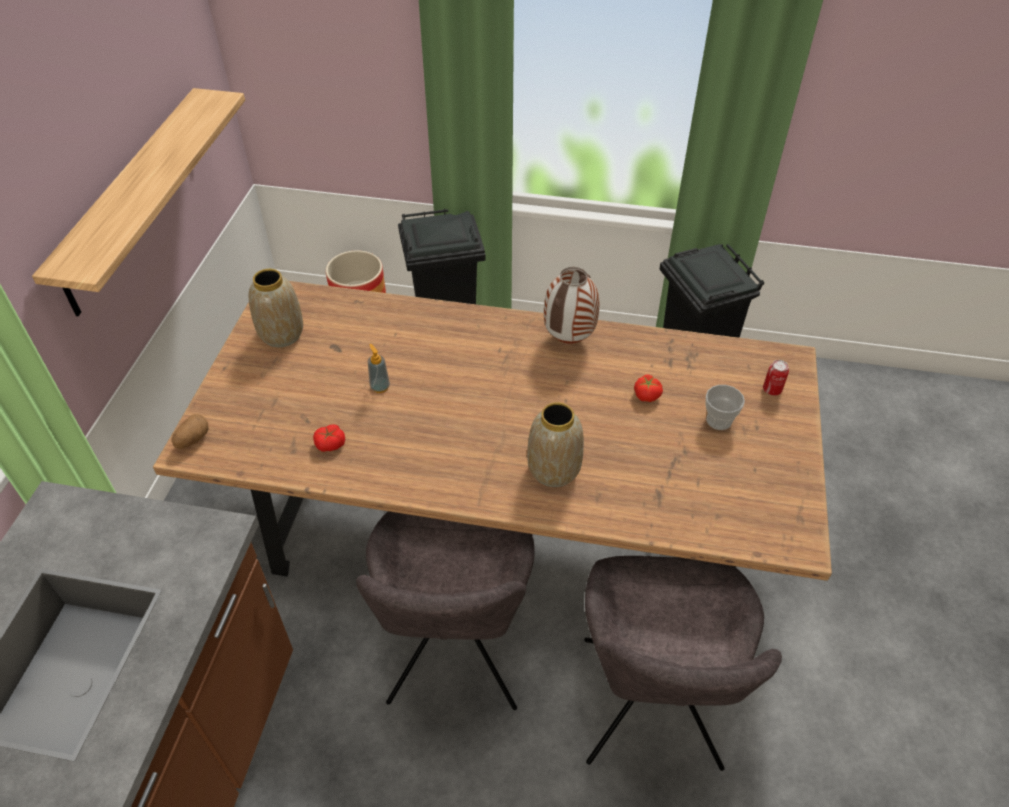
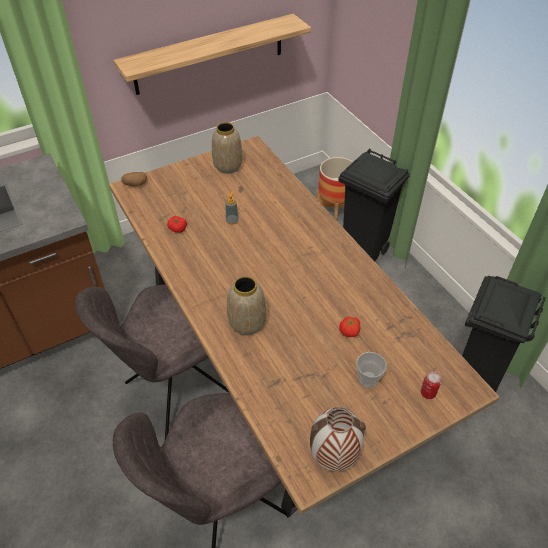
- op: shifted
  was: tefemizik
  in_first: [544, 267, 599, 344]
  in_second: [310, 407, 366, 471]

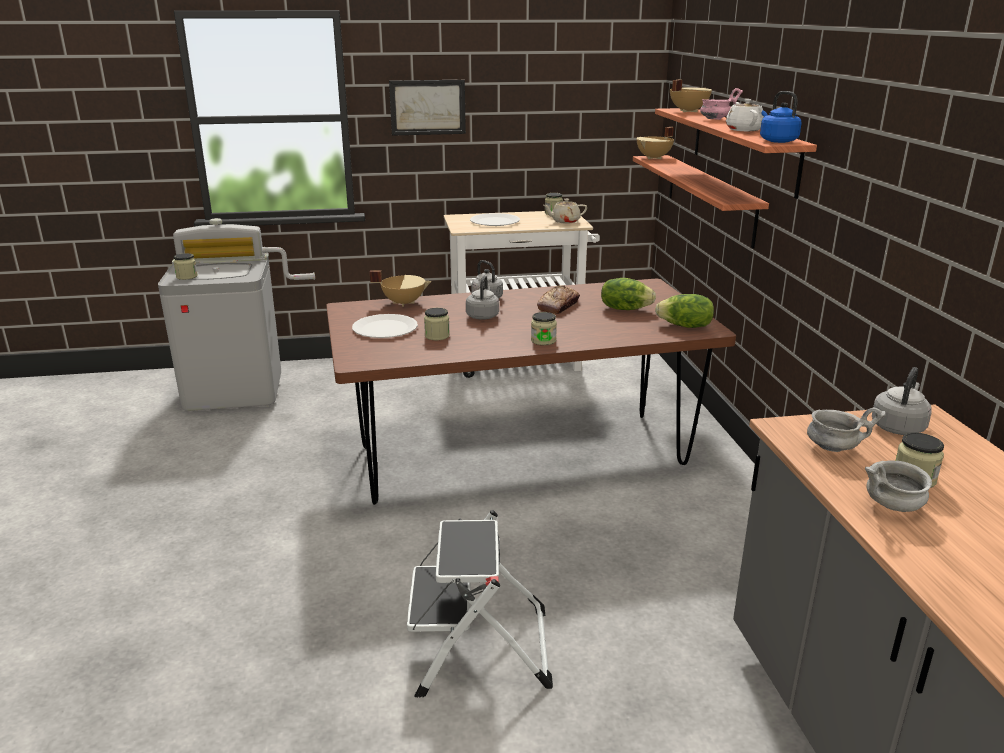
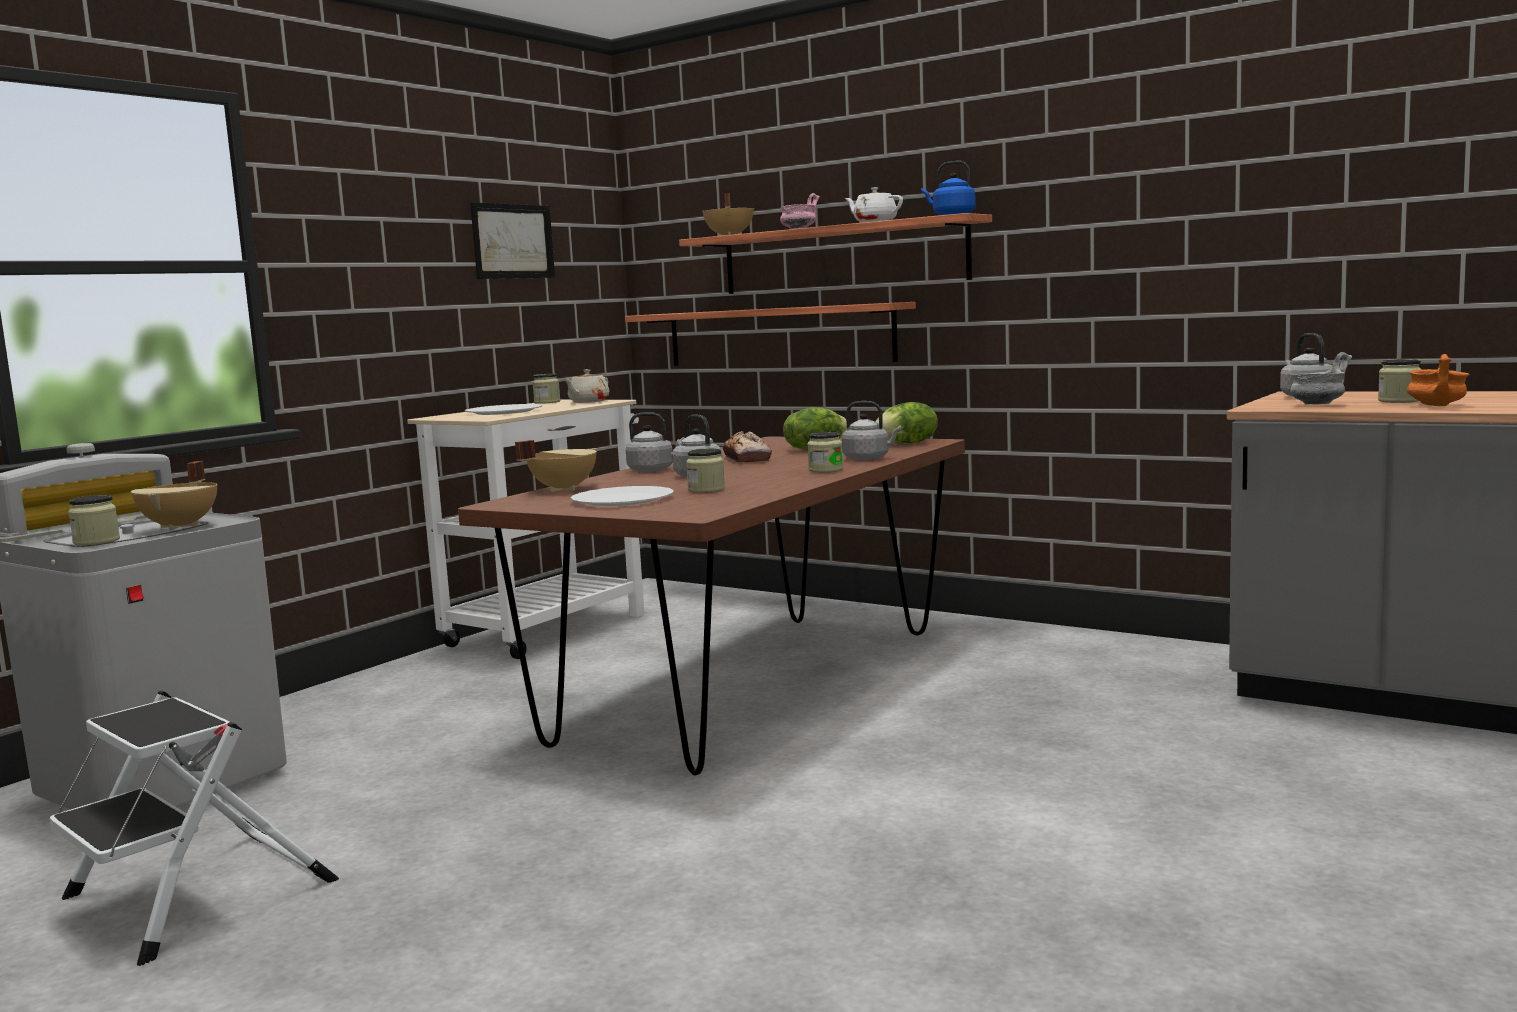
- op: new
  now: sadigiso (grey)
  in_second: [842, 401, 901, 460]
- op: shifted
  was: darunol
  in_first: [389, 80, 466, 136]
  in_second: [470, 202, 555, 279]
- op: shifted
  was: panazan
  in_first: [407, 510, 553, 698]
  in_second: [50, 691, 339, 966]
- op: shifted
  was: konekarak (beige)
  in_first: [636, 127, 674, 159]
  in_second: [131, 461, 217, 530]
- op: repainted
  was: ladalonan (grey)
  now: ladalonan (orange)
  in_first: [865, 460, 932, 512]
  in_second: [1407, 354, 1470, 406]

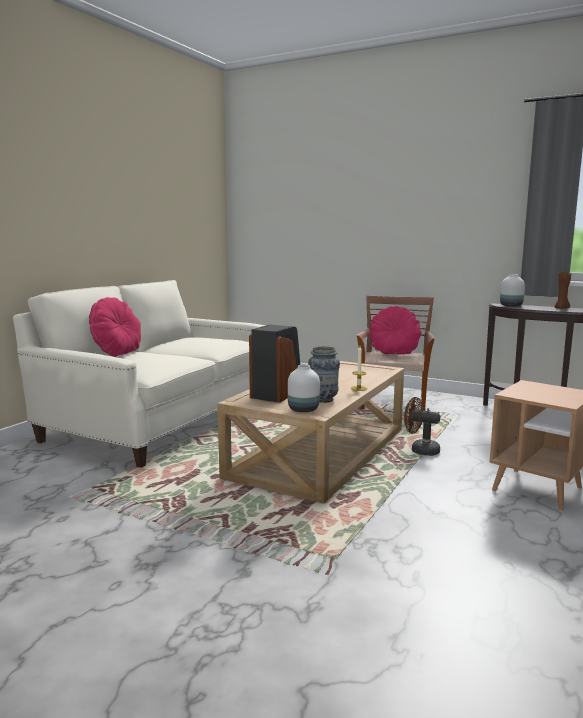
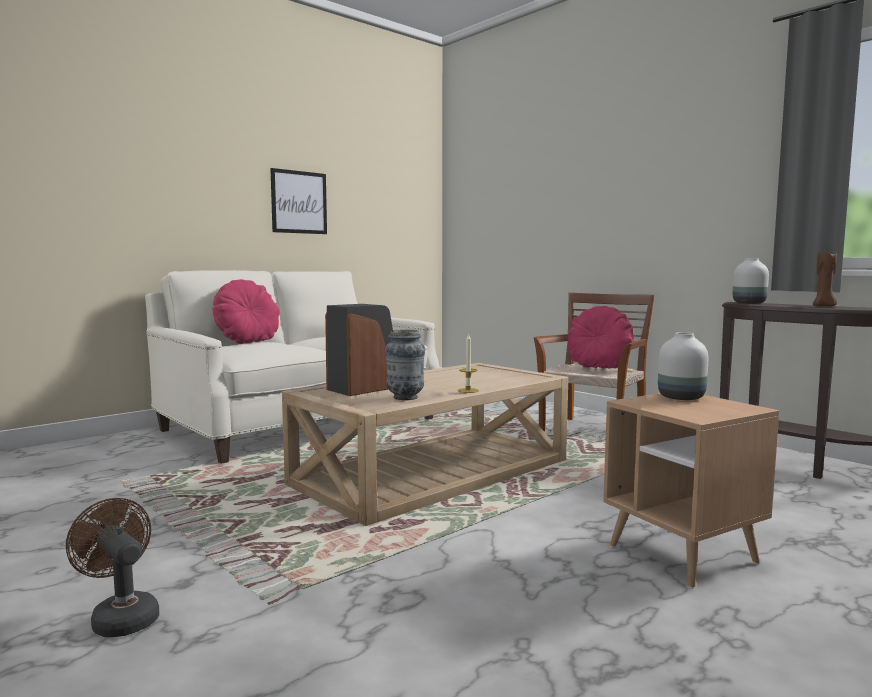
- op: new
  now: darunol
  in_second: [270, 168, 327, 234]
- op: shifted
  was: tefemizik (white)
  in_first: [288, 365, 320, 412]
  in_second: [658, 332, 708, 400]
- op: shifted
  was: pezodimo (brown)
  in_first: [404, 397, 440, 456]
  in_second: [66, 498, 159, 637]

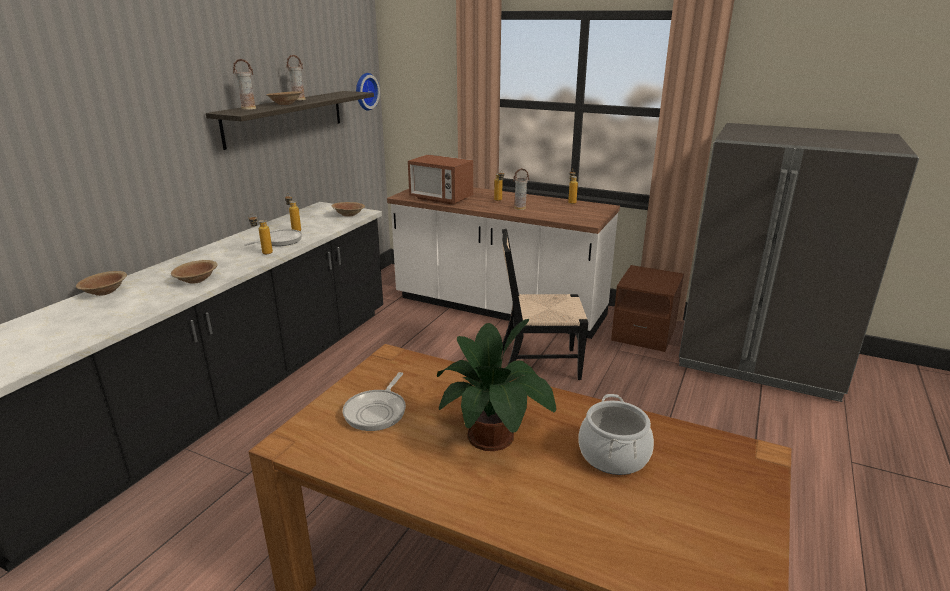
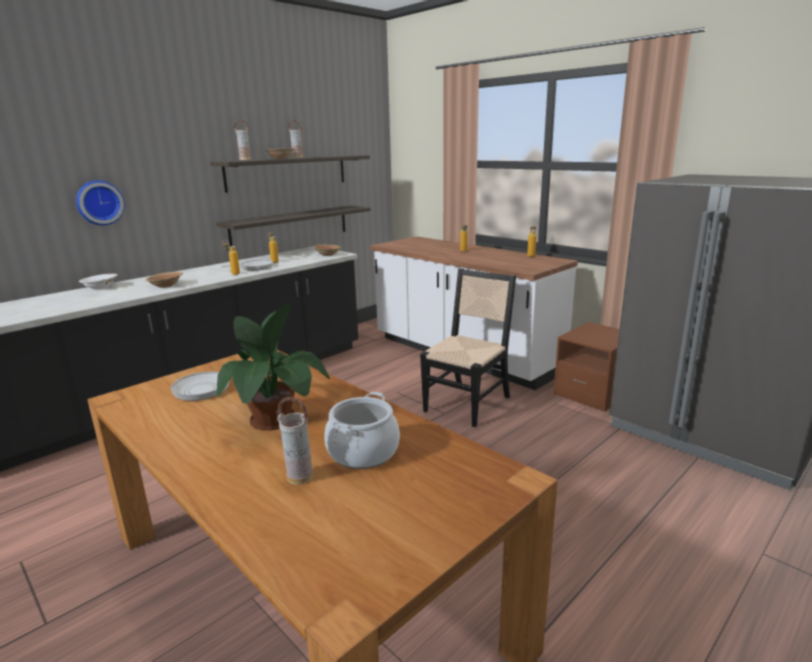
- op: gone
  was: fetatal
  in_first: [408, 155, 473, 205]
- op: new
  now: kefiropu
  in_second: [216, 206, 370, 246]
- op: shifted
  was: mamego
  in_first: [356, 73, 380, 110]
  in_second: [76, 180, 125, 225]
- op: shifted
  was: tefemizik
  in_first: [513, 168, 529, 210]
  in_second: [277, 397, 313, 485]
- op: repainted
  was: ladalonan (brown)
  now: ladalonan (white)
  in_first: [76, 271, 127, 296]
  in_second: [79, 274, 118, 290]
- op: rotated
  was: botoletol
  in_first: [502, 229, 588, 380]
  in_second: [420, 268, 516, 427]
  clockwise: 105

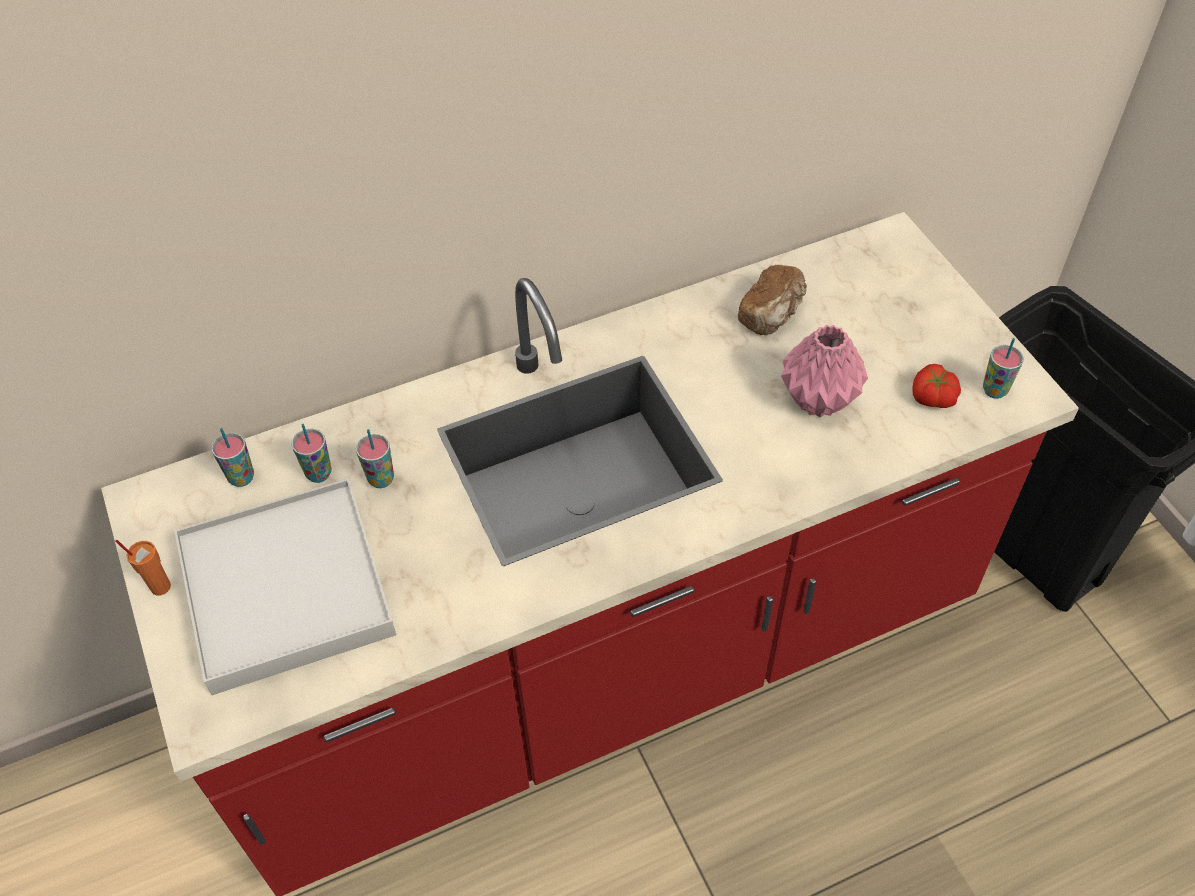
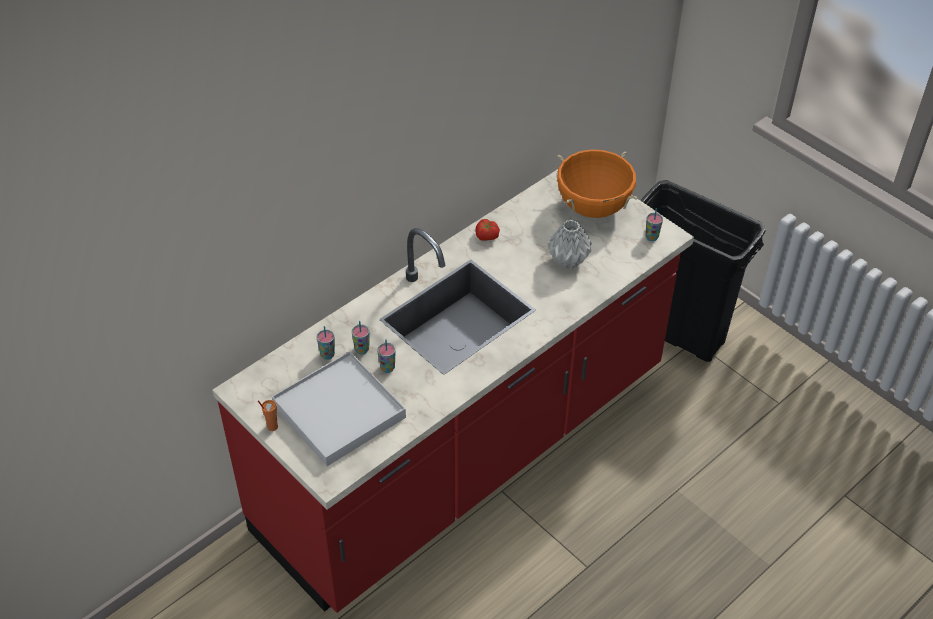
- op: gone
  was: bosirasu
  in_first: [738, 265, 807, 335]
- op: new
  now: konekarak (orange)
  in_second: [557, 149, 637, 218]
- op: shifted
  was: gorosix
  in_first: [211, 428, 254, 487]
  in_second: [377, 339, 396, 373]
- op: shifted
  was: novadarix
  in_first: [912, 364, 961, 408]
  in_second: [475, 219, 500, 241]
- op: repainted
  was: tefemizik (pink)
  now: tefemizik (grey)
  in_first: [781, 325, 868, 417]
  in_second: [547, 220, 592, 270]

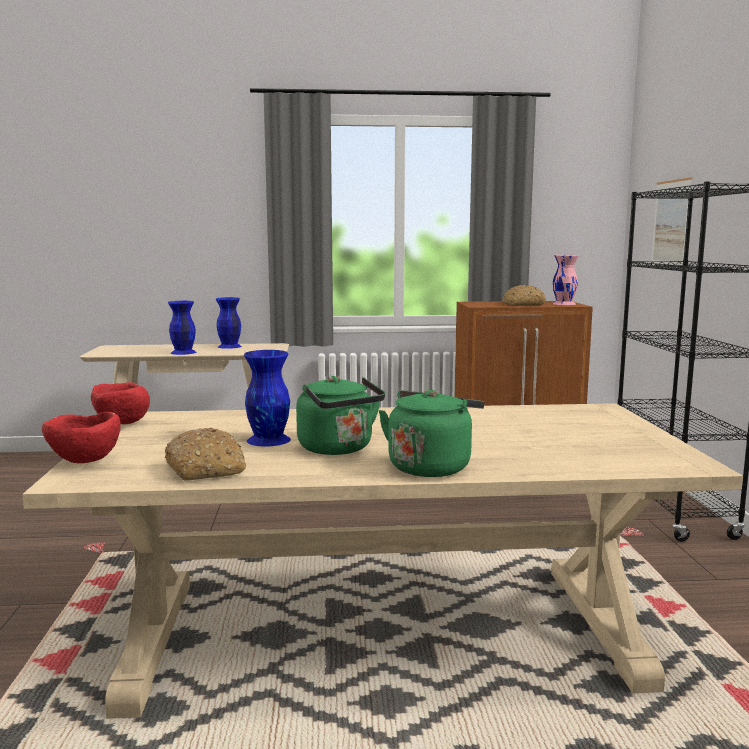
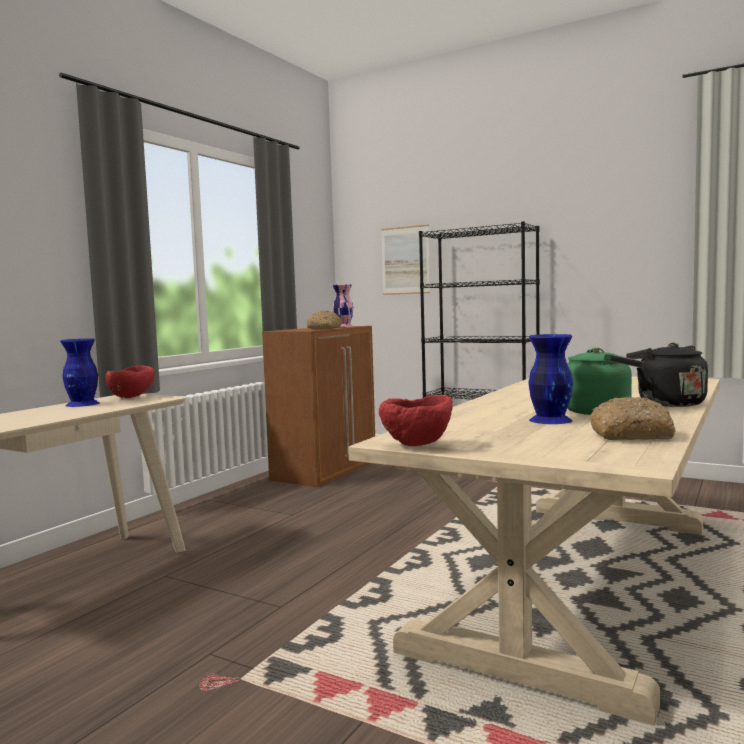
- op: gone
  was: tefemizik (blue)
  in_first: [168, 301, 196, 355]
- op: shifted
  was: ladalonan (red)
  in_first: [42, 412, 121, 463]
  in_second: [105, 365, 155, 398]
- op: repainted
  was: sadigiso (green)
  now: sadigiso (black)
  in_first: [379, 390, 484, 477]
  in_second: [626, 343, 708, 407]

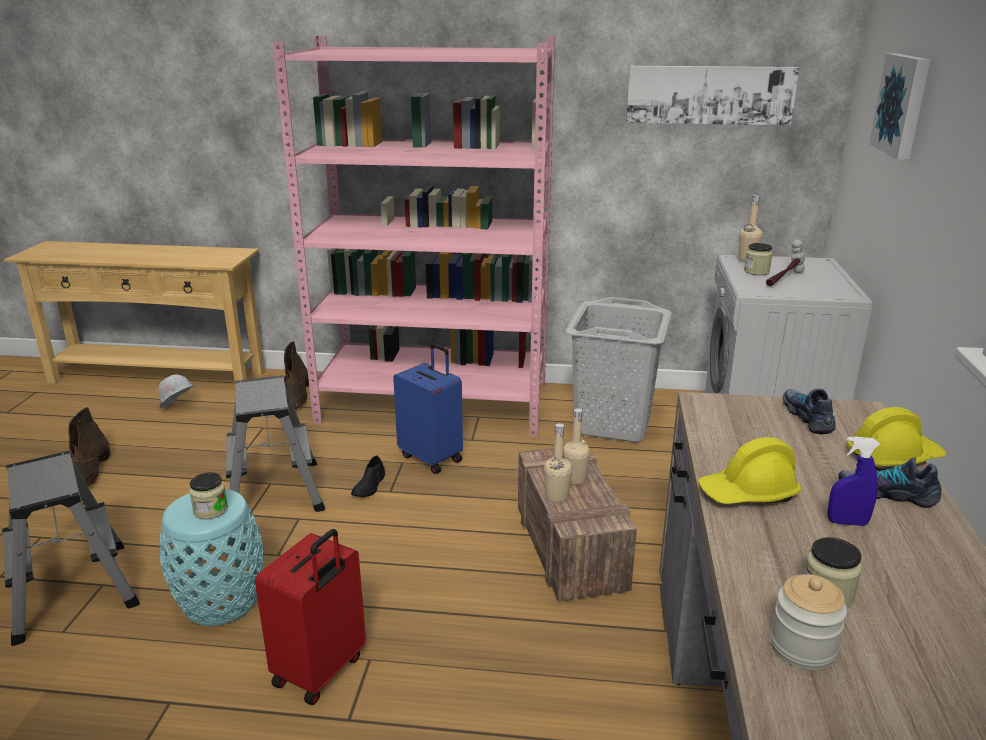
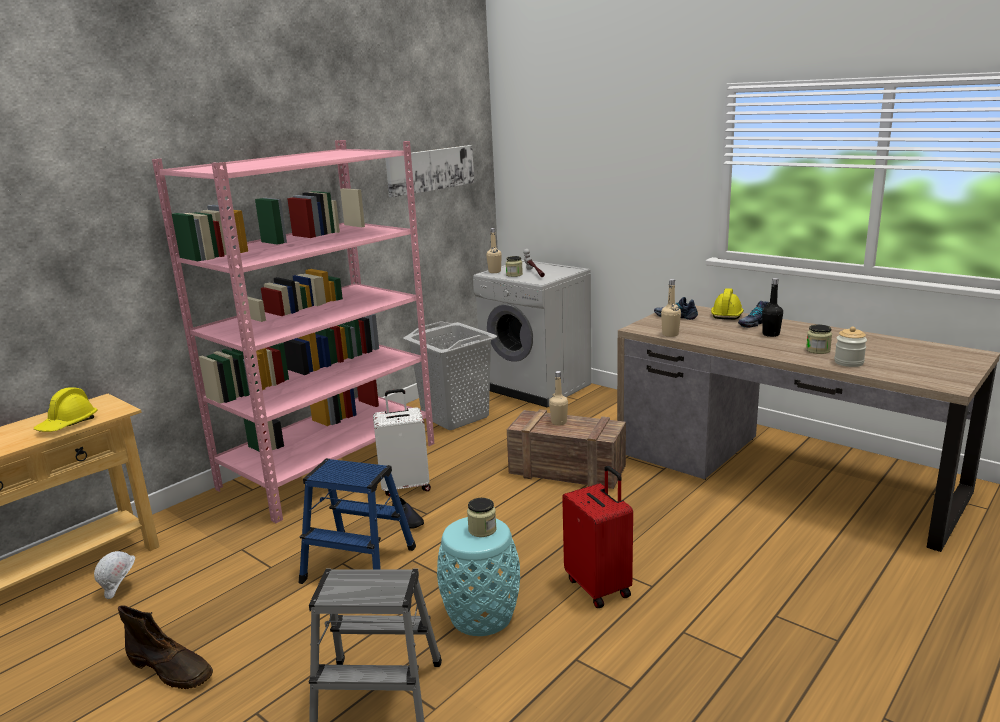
- op: gone
  was: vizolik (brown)
  in_first: [284, 341, 309, 409]
- op: gone
  was: darunol
  in_first: [869, 53, 930, 160]
- op: shifted
  was: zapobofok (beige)
  in_first: [544, 423, 572, 502]
  in_second: [661, 279, 681, 337]
- op: shifted
  was: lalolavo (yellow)
  in_first: [698, 437, 801, 504]
  in_second: [34, 387, 98, 432]
- op: swapped
  was: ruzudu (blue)
  now: zapobofok (black)
  in_first: [827, 436, 880, 526]
  in_second: [762, 278, 783, 337]
- op: repainted
  was: panazan (grey)
  now: panazan (blue)
  in_first: [226, 375, 325, 512]
  in_second: [299, 458, 416, 584]
- op: repainted
  was: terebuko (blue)
  now: terebuko (white)
  in_first: [393, 344, 463, 474]
  in_second: [373, 389, 431, 496]

